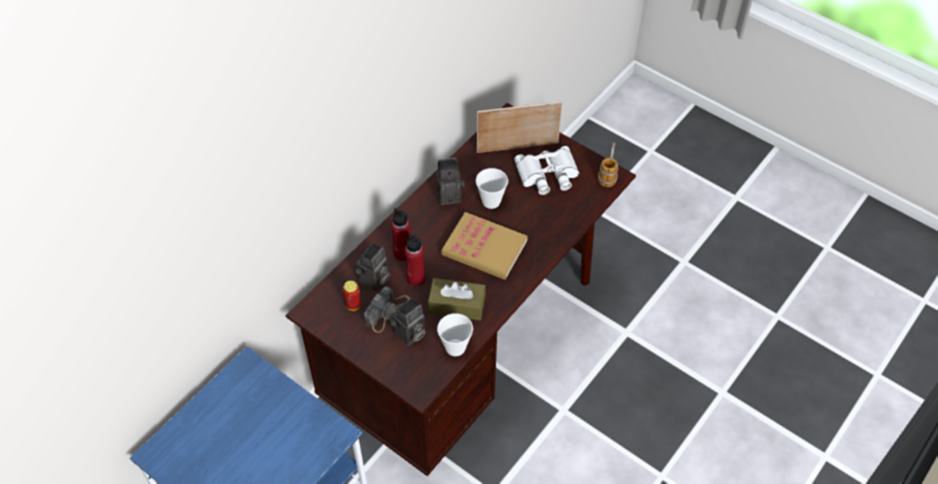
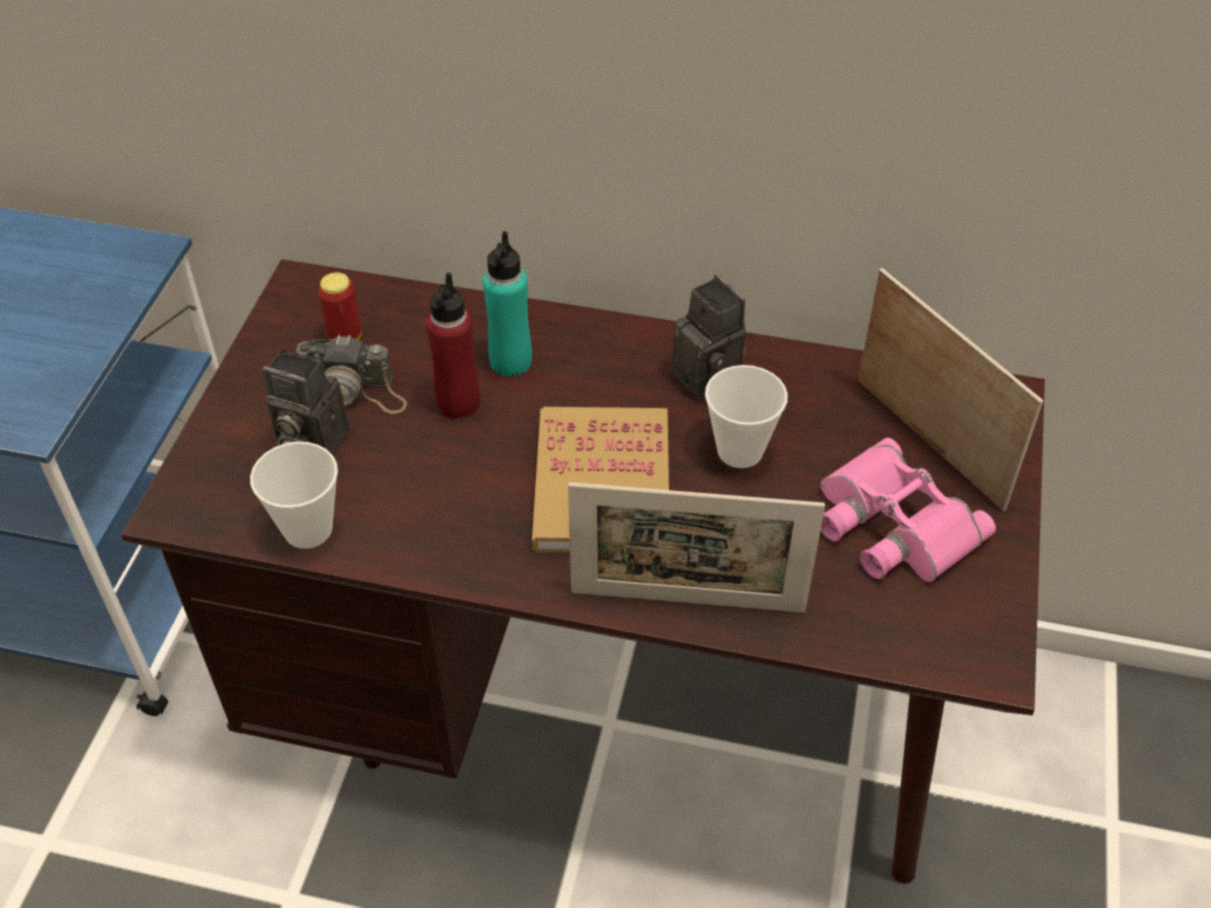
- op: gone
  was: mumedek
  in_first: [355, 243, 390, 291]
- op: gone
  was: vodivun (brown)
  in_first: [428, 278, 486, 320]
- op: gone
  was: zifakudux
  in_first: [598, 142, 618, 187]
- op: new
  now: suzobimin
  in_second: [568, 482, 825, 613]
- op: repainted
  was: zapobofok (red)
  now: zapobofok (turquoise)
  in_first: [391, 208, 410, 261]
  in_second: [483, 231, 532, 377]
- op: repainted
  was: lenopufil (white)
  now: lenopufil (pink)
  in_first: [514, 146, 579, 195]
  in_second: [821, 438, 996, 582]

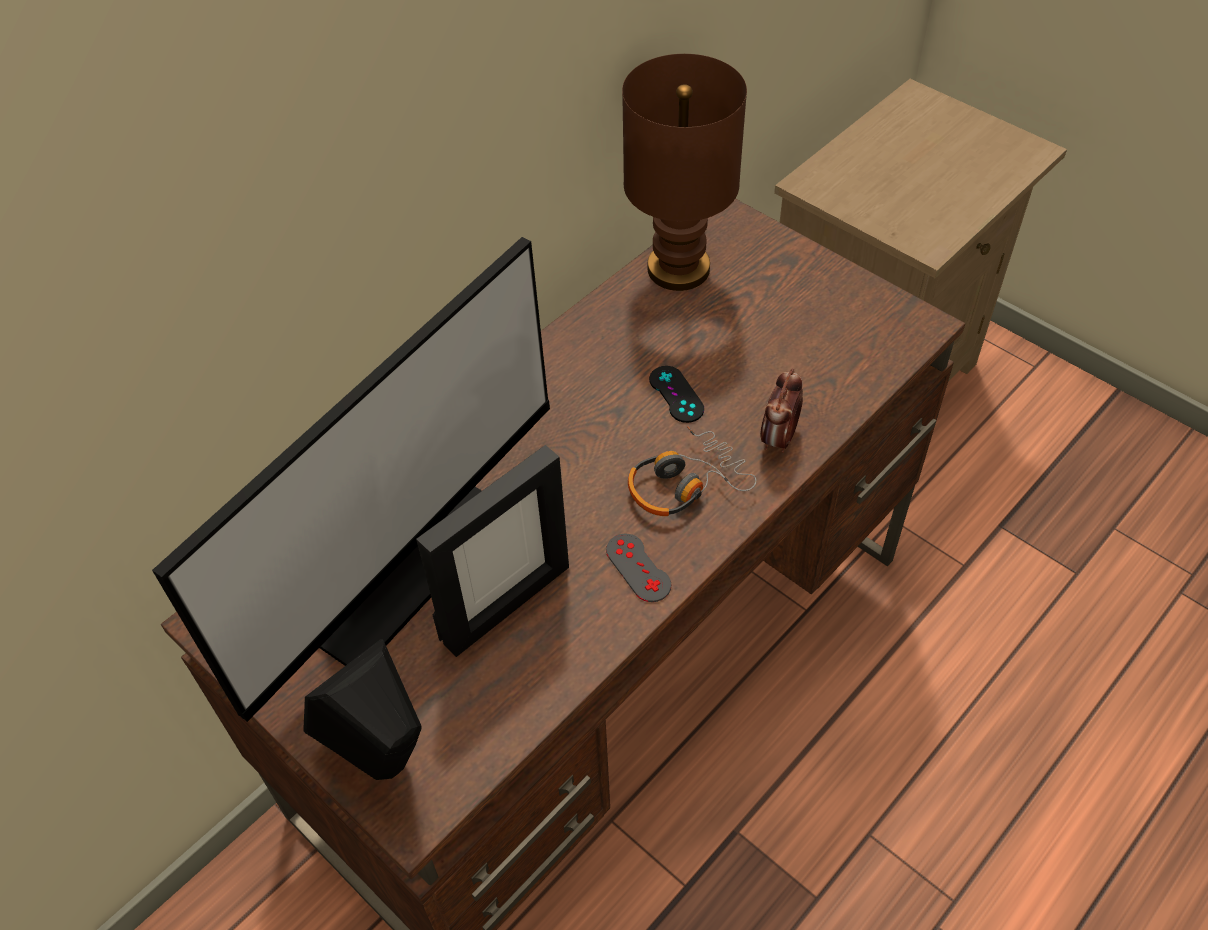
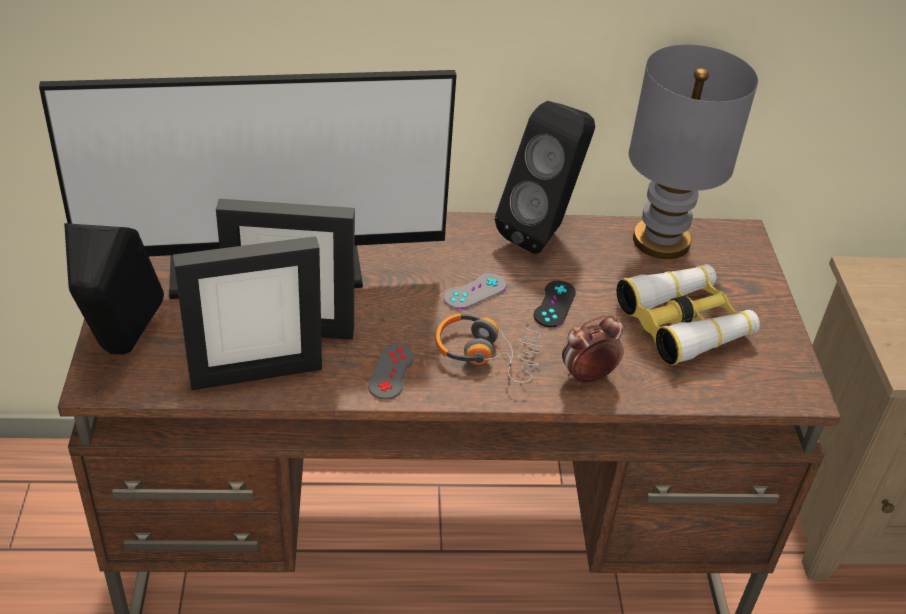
- op: new
  now: suzobimin
  in_second: [173, 236, 322, 390]
- op: new
  now: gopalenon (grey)
  in_second: [444, 273, 506, 309]
- op: new
  now: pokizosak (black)
  in_second: [495, 101, 595, 254]
- op: new
  now: lenopufil
  in_second: [617, 264, 760, 365]
- op: repainted
  was: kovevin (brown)
  now: kovevin (grey)
  in_first: [622, 54, 747, 291]
  in_second: [629, 44, 758, 259]

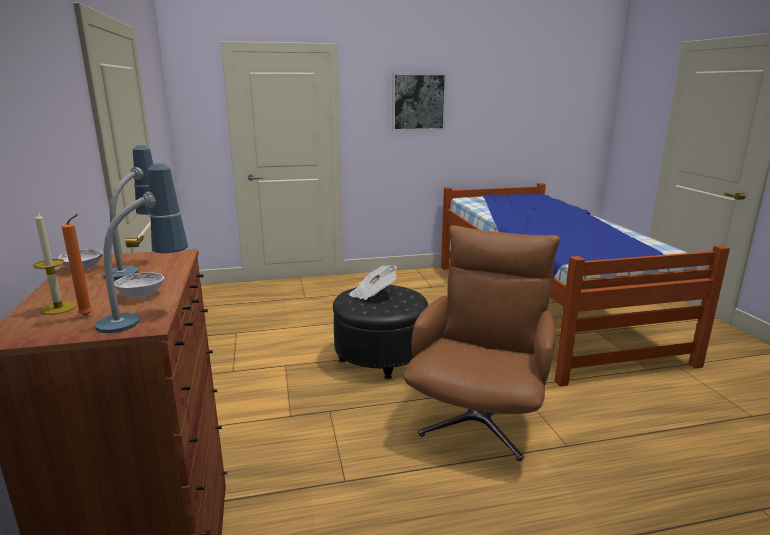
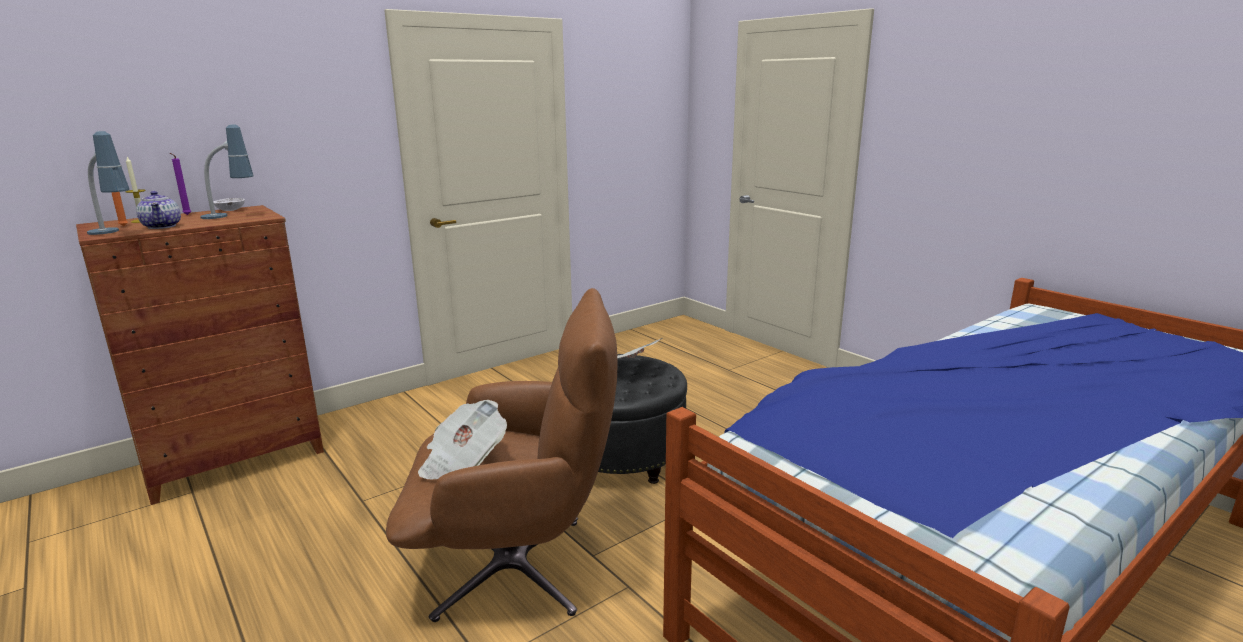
- op: gone
  was: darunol
  in_first: [392, 73, 447, 131]
- op: new
  now: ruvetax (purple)
  in_second: [170, 153, 191, 215]
- op: new
  now: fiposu
  in_second: [418, 400, 507, 480]
- op: swapped
  was: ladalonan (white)
  now: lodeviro
  in_first: [114, 272, 164, 298]
  in_second: [136, 191, 181, 229]

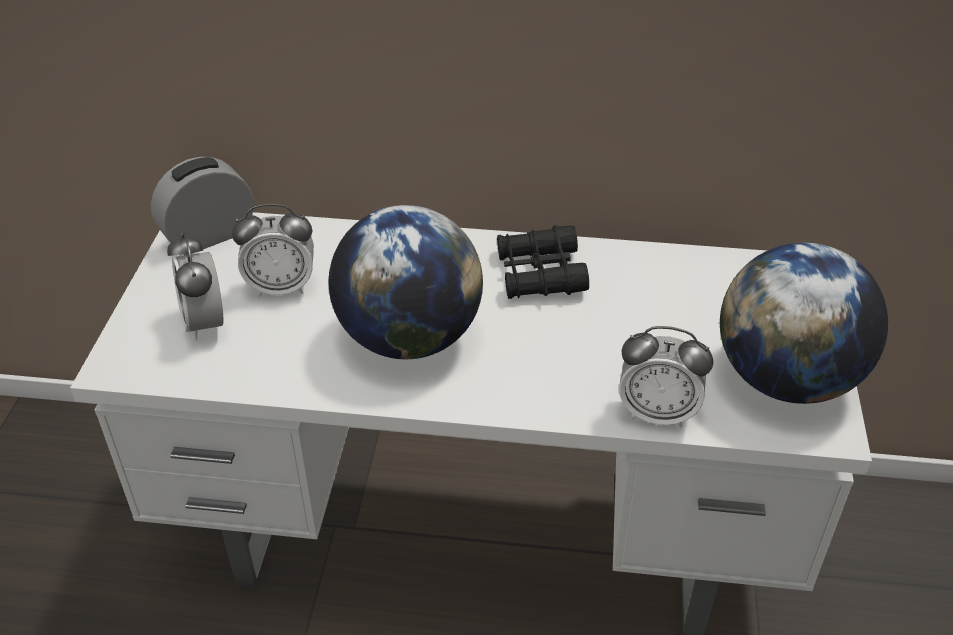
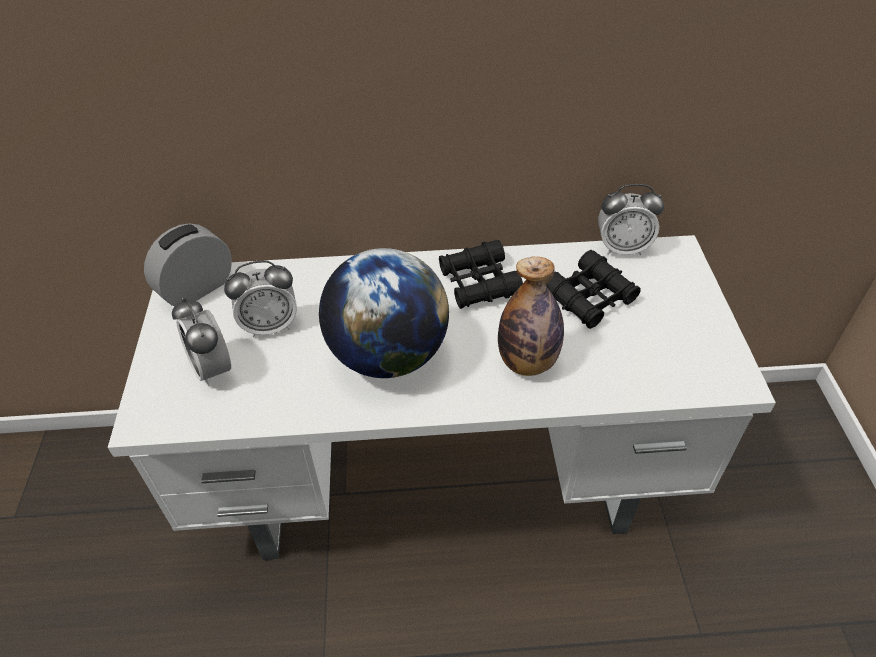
- op: gone
  was: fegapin
  in_first: [720, 243, 888, 404]
- op: new
  now: zapobofok
  in_second: [498, 257, 564, 376]
- op: new
  now: lenopufil (black)
  in_second: [546, 250, 641, 329]
- op: shifted
  was: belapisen
  in_first: [619, 326, 713, 427]
  in_second: [598, 184, 664, 255]

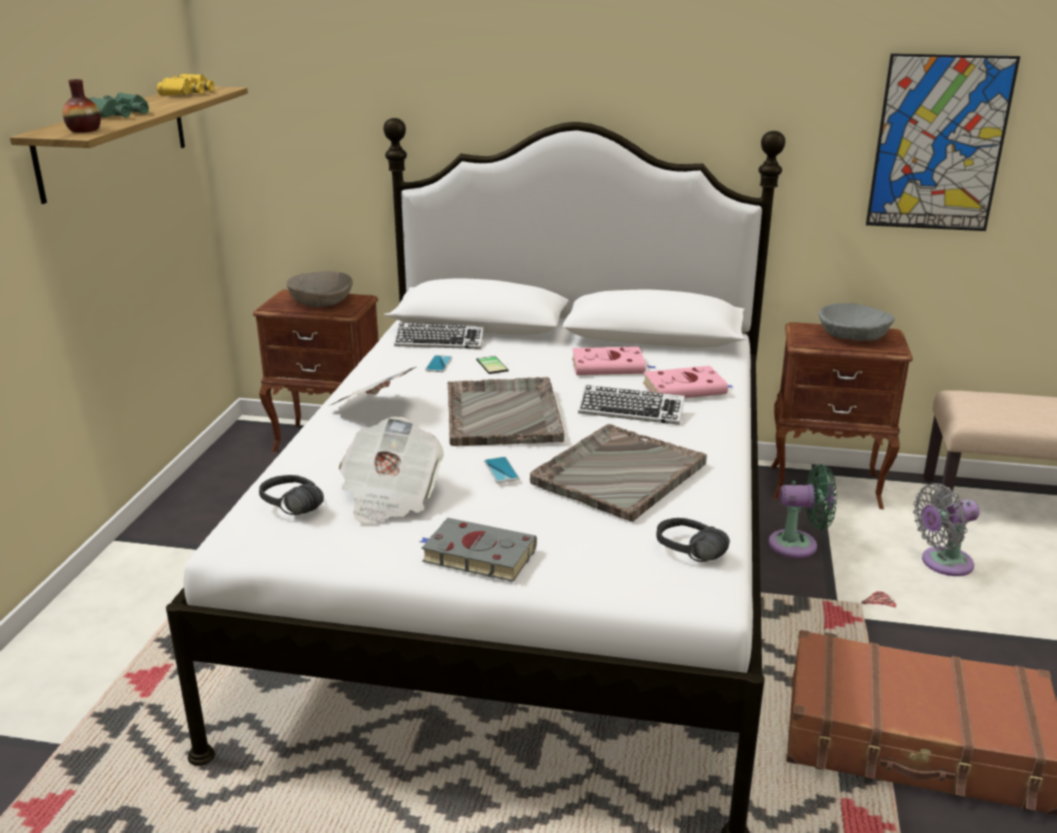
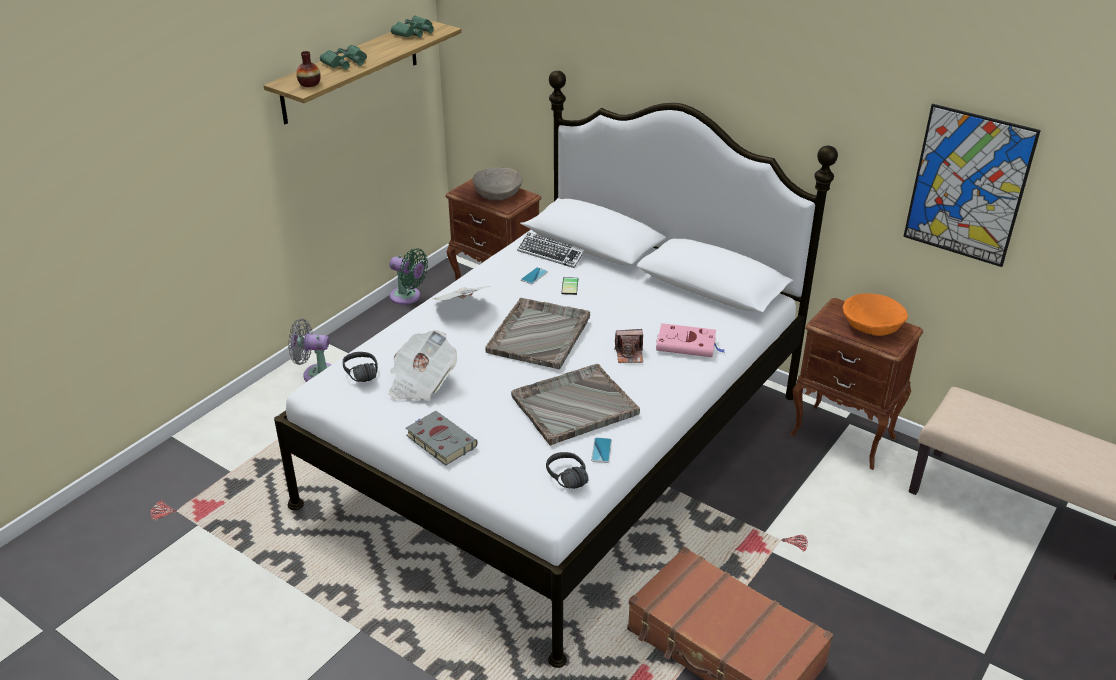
- op: gone
  was: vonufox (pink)
  in_first: [572, 347, 656, 375]
- op: shifted
  was: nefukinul
  in_first: [484, 457, 519, 483]
  in_second: [591, 437, 612, 463]
- op: shifted
  was: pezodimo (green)
  in_first: [768, 464, 837, 558]
  in_second: [389, 248, 428, 305]
- op: shifted
  was: pezodimo (grey)
  in_first: [913, 483, 980, 576]
  in_second: [288, 319, 332, 382]
- op: swapped
  was: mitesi
  now: mumedek
  in_first: [578, 385, 685, 425]
  in_second: [614, 329, 643, 363]
- op: repainted
  was: lenopufil (yellow)
  now: lenopufil (green)
  in_first: [157, 74, 214, 96]
  in_second: [391, 16, 434, 38]
- op: repainted
  was: ladalonan (grey)
  now: ladalonan (orange)
  in_first: [818, 303, 895, 341]
  in_second: [843, 293, 908, 336]

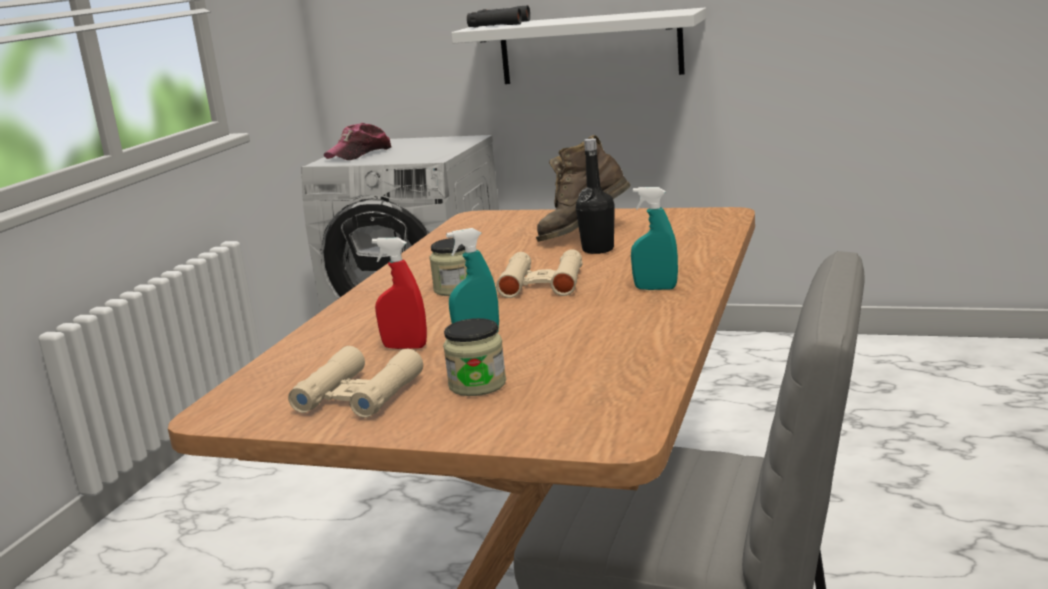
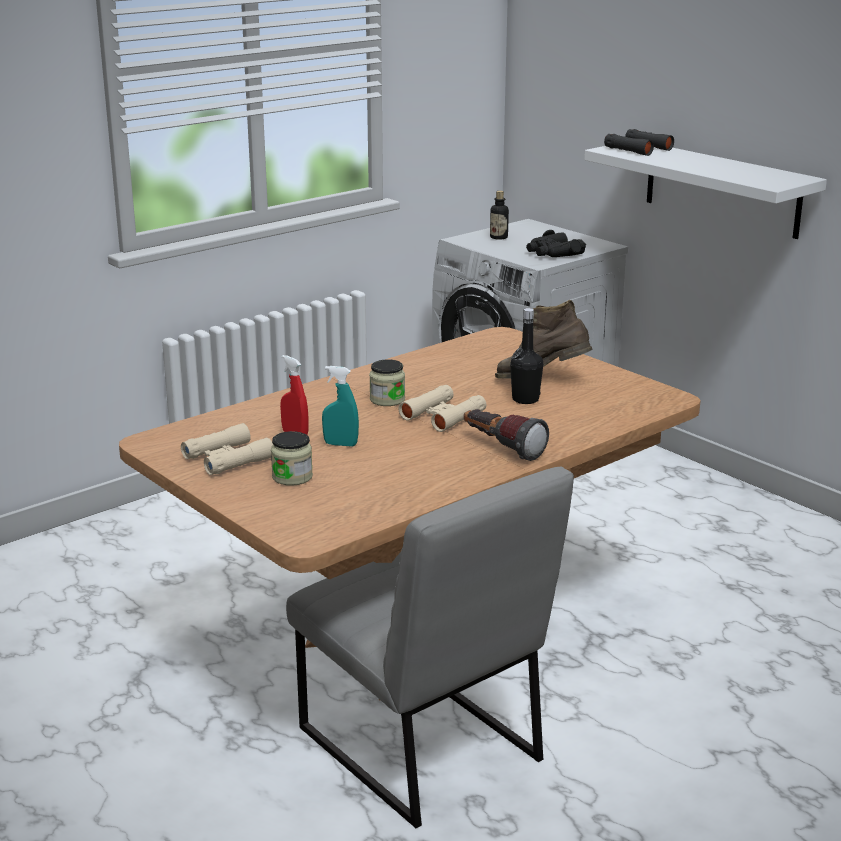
- op: new
  now: lenopufil (black)
  in_second: [526, 230, 586, 257]
- op: swapped
  was: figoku
  now: zapobofok
  in_first: [324, 122, 392, 160]
  in_second: [490, 191, 509, 240]
- op: swapped
  was: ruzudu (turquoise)
  now: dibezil
  in_first: [631, 187, 678, 290]
  in_second: [464, 409, 549, 461]

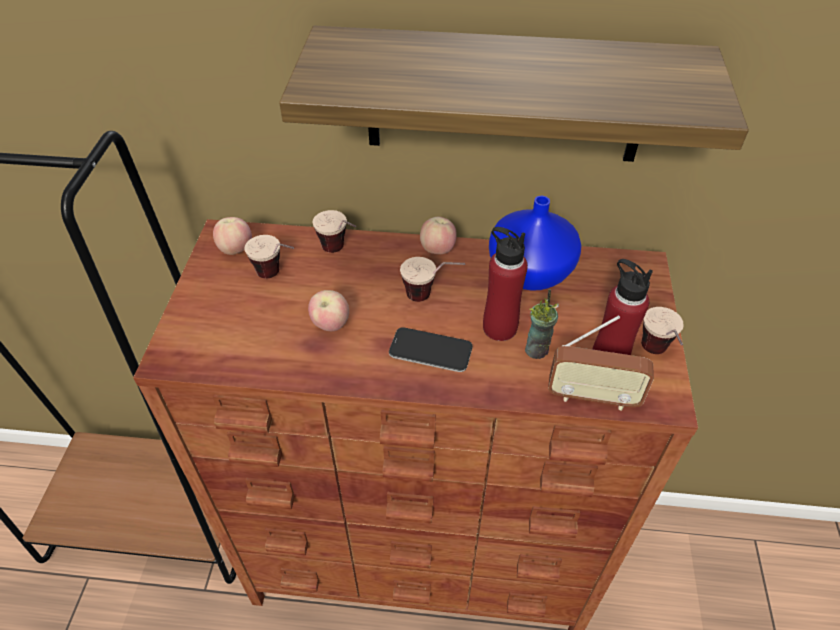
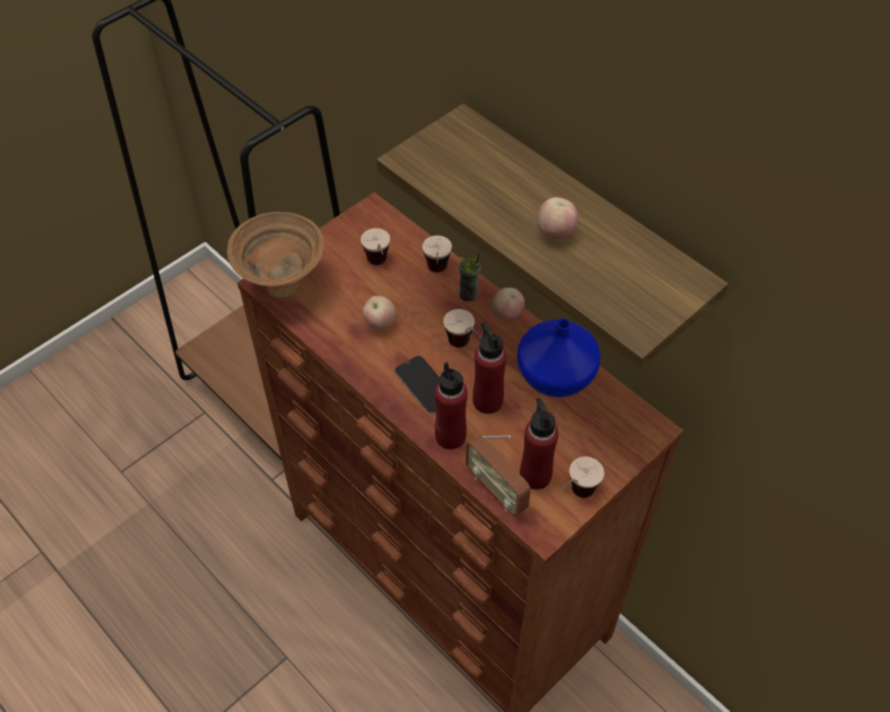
- op: new
  now: ladalonan (brown)
  in_second: [227, 212, 325, 298]
- op: new
  now: zapobofok (red)
  in_second: [435, 362, 468, 449]
- op: shifted
  was: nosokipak
  in_first: [213, 217, 252, 255]
  in_second: [537, 197, 578, 240]
- op: shifted
  was: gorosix
  in_first: [525, 289, 559, 359]
  in_second: [459, 251, 481, 302]

